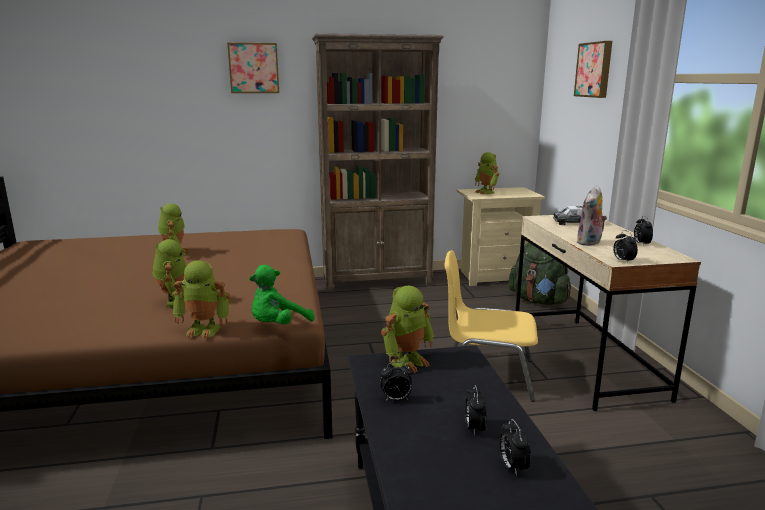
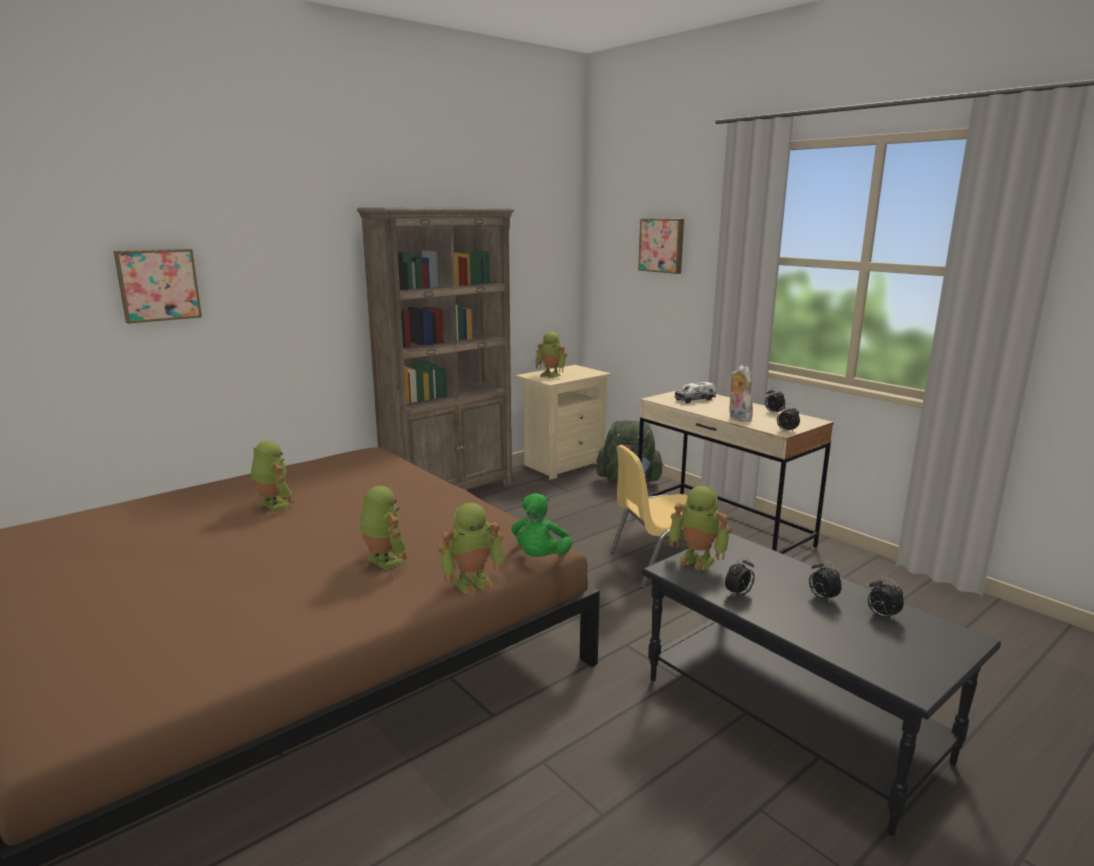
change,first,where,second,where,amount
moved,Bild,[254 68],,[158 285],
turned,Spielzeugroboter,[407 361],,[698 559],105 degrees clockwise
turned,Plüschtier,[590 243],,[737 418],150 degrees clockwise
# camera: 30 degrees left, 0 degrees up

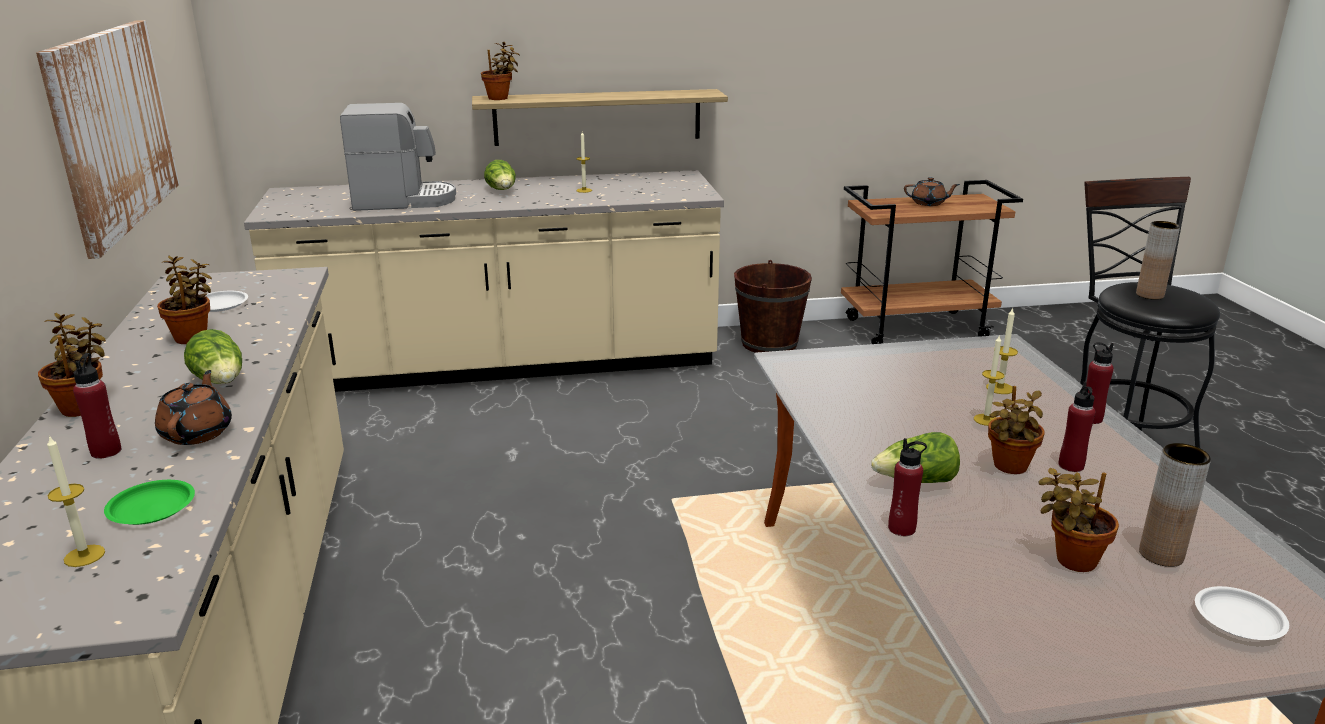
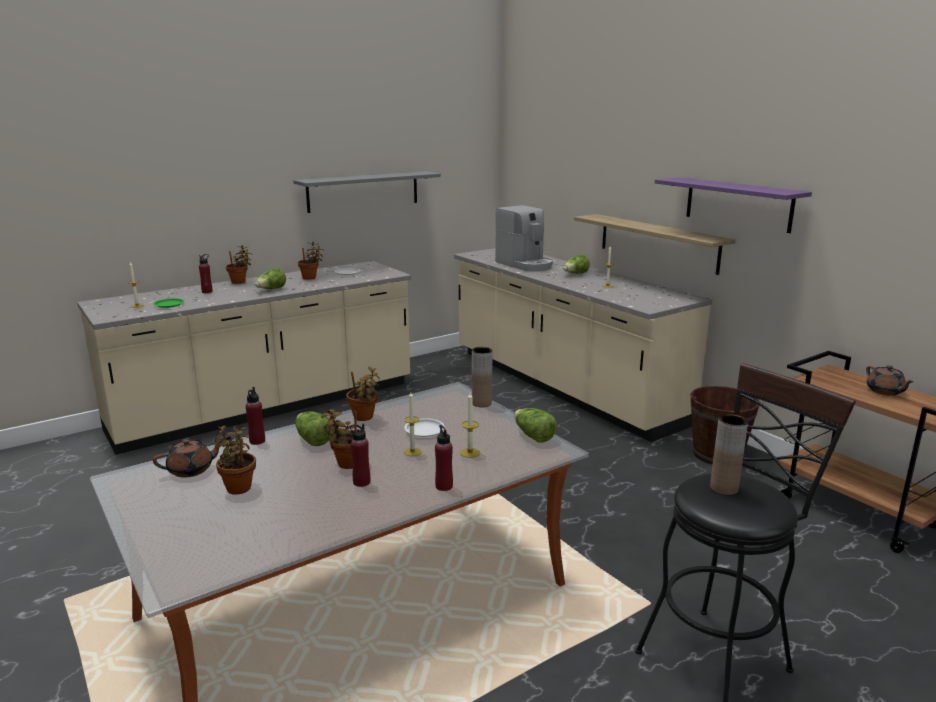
change,first,where,second,where,amount
replaced,Bild,[113 129],Wandregal/grau,[363 191],
moved,Teekanne/braun,[198 432],,[191 470],
moved,Topfpflanze,[500 98],,[364 418],
moved,Vase/braun,[1161 555],,[481 403],
moved,Teller/weiß,[1239 618],,[424 430],
added,,,Salatkopf,[533 436],
added,,,Wandregal/lila,[738 204],
# camera: 65 degrees right, 5 degrees down

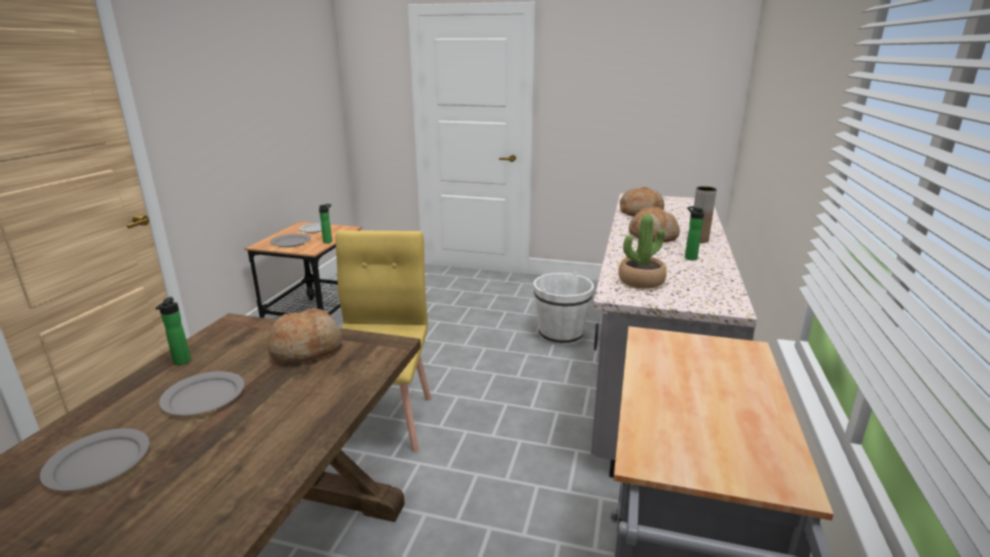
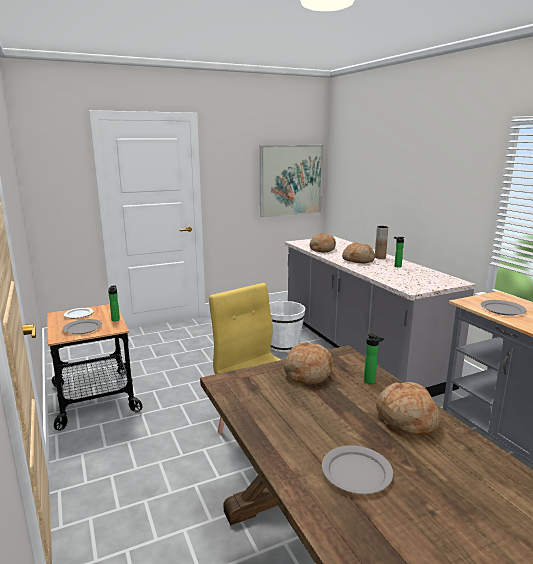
change,first,where,second,where,amount
moved,Flasche,[181 362],,[371 382],
moved,Teller/grau,[203 397],,[502 309],
removed,Topfpflanze,[641 281],,,
added,,,Bild,[290 180],
added,,,Brot,[406 419],
# camera: 40 degrees left, 5 degrees down

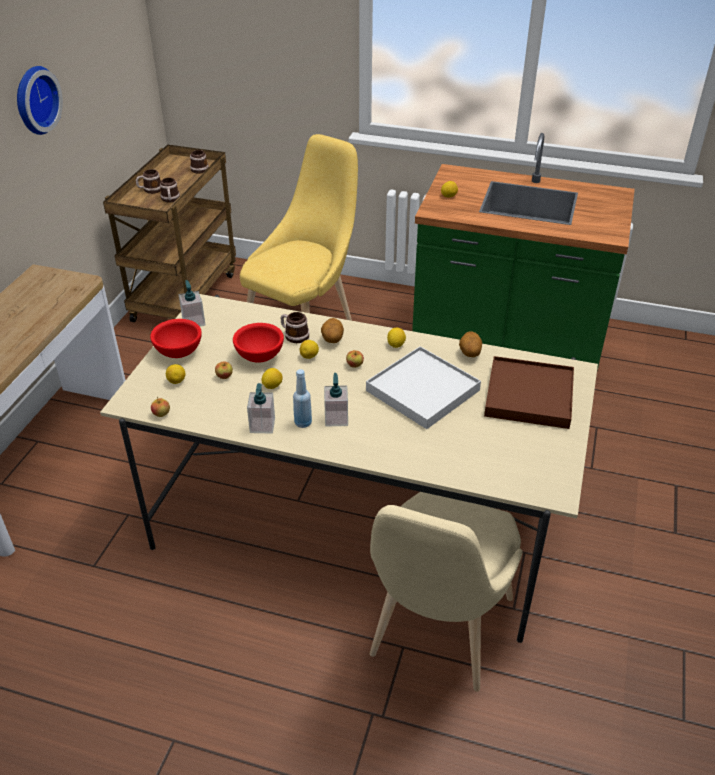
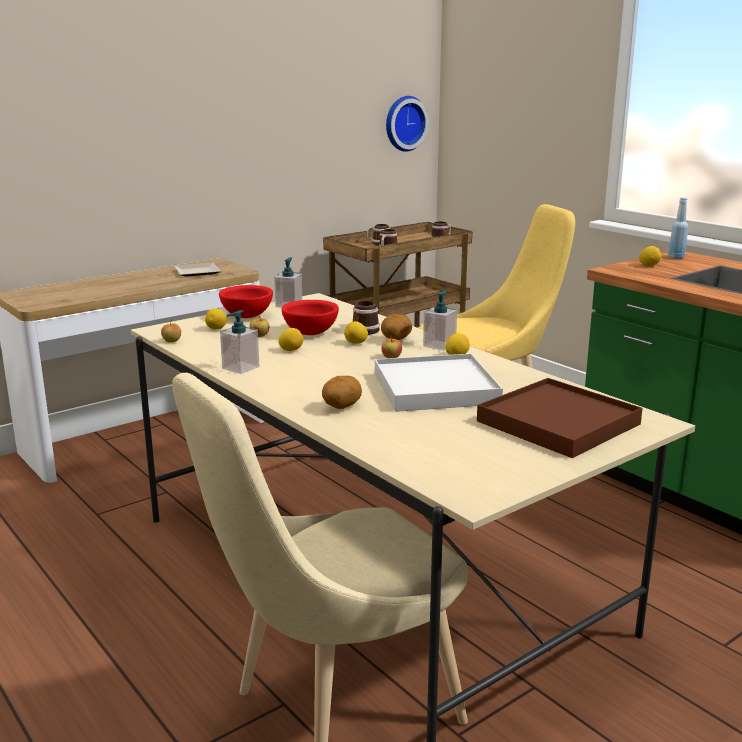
change,first,where,second,where,amount
moved,Wanduhr,[34 100],,[404 123],
moved,Flasche/blau,[303 423],,[676 257],
moved,Seifenspender,[336 418],,[439 345],
moved,Kartoffel,[469 353],,[341 407],
added,,,Teller,[199 272],
# camera: 35 degrees right, 20 degrees down

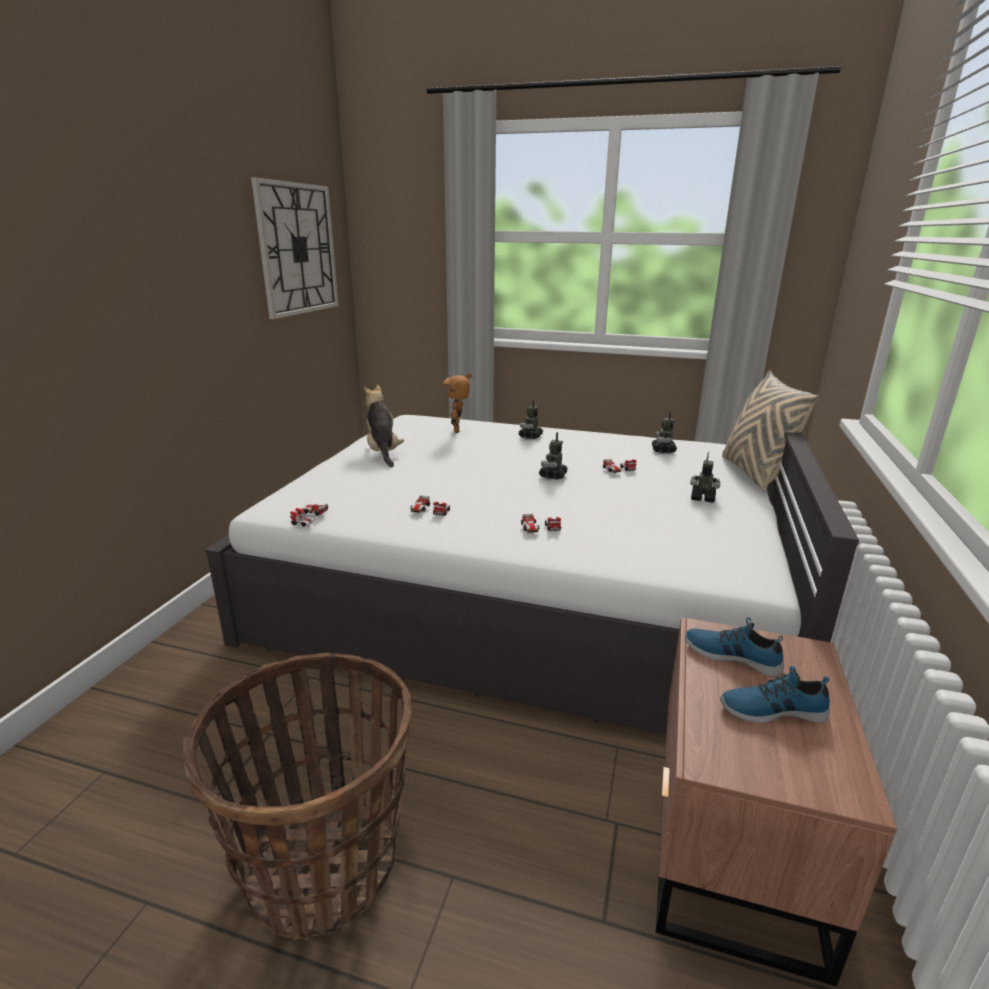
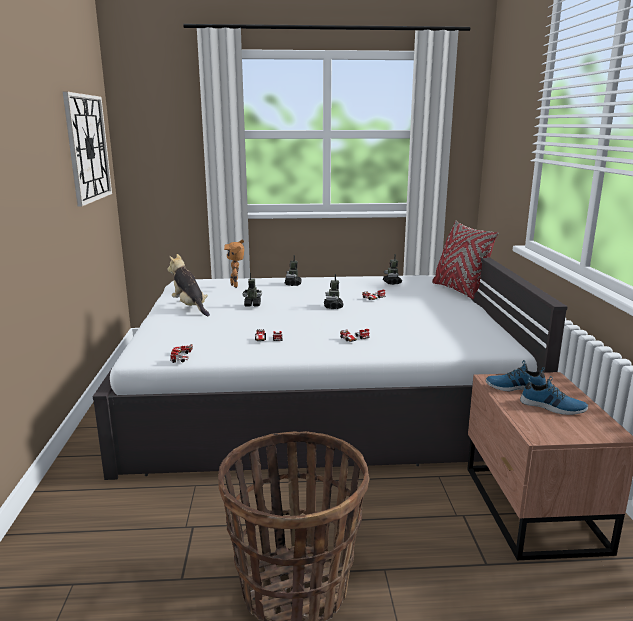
change,first,where,second,where,amount
moved,Spielzeugroboter,[702 498],,[252 305],
turned,Schuh,[772 709],,[552 407],135 degrees counterclockwise
recoloured,Kissen/beige,[754 473],Kissen/rot,[459 290],
# camera: 20 degrees left, 5 degrees down

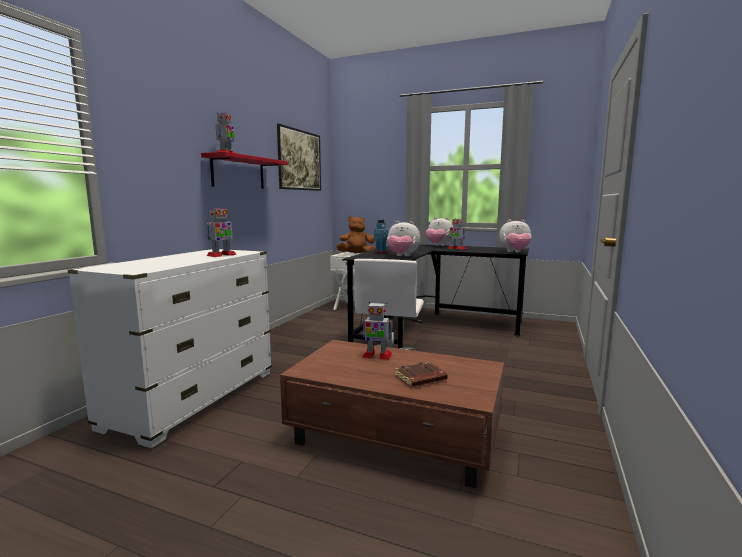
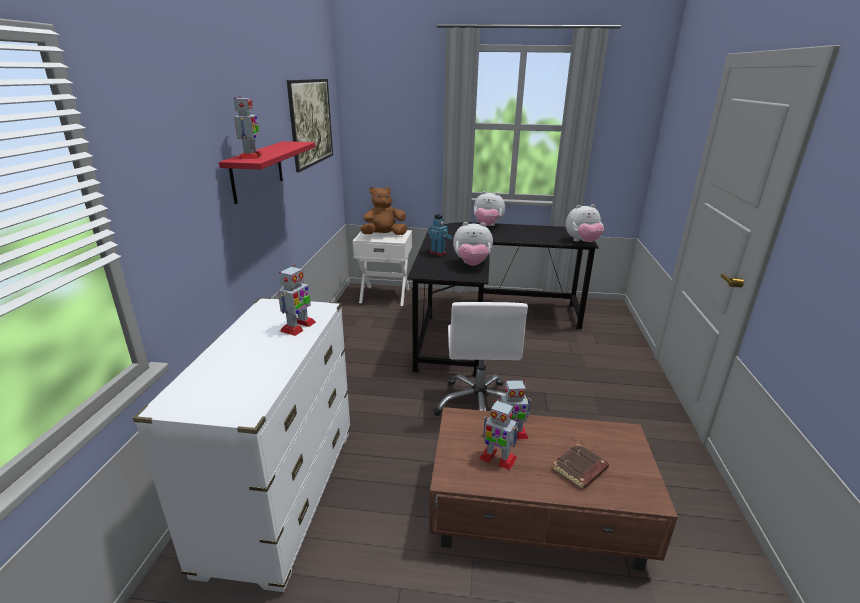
change,first,where,second,where,amount
moved,Spielzeugroboter,[456 248],,[497 458],
# camera: 15 degrees left, 15 degrees up

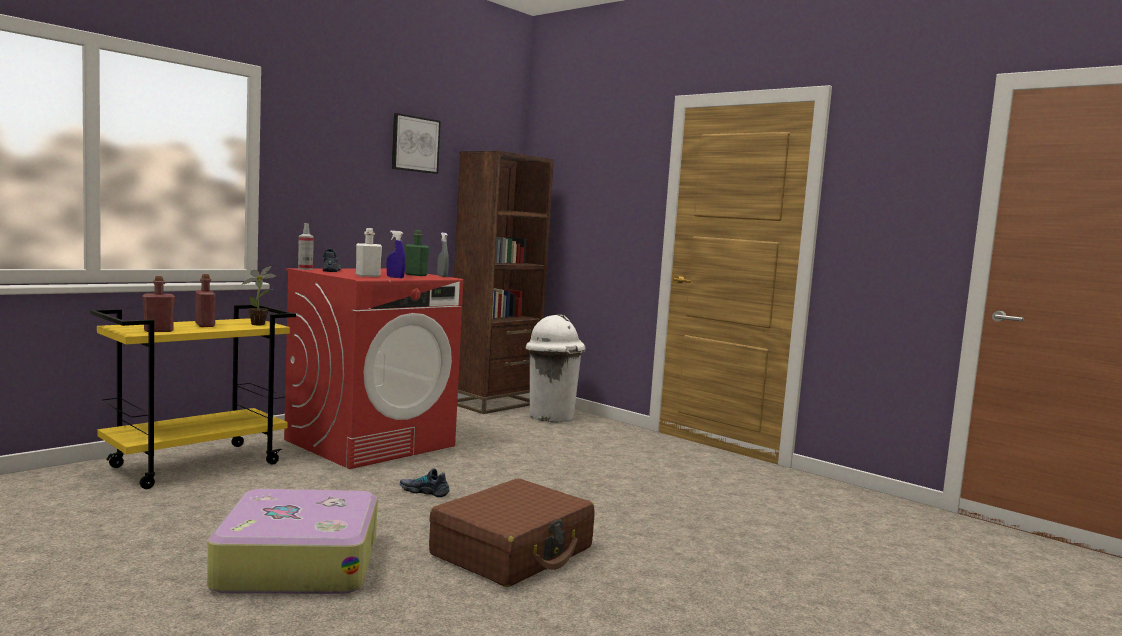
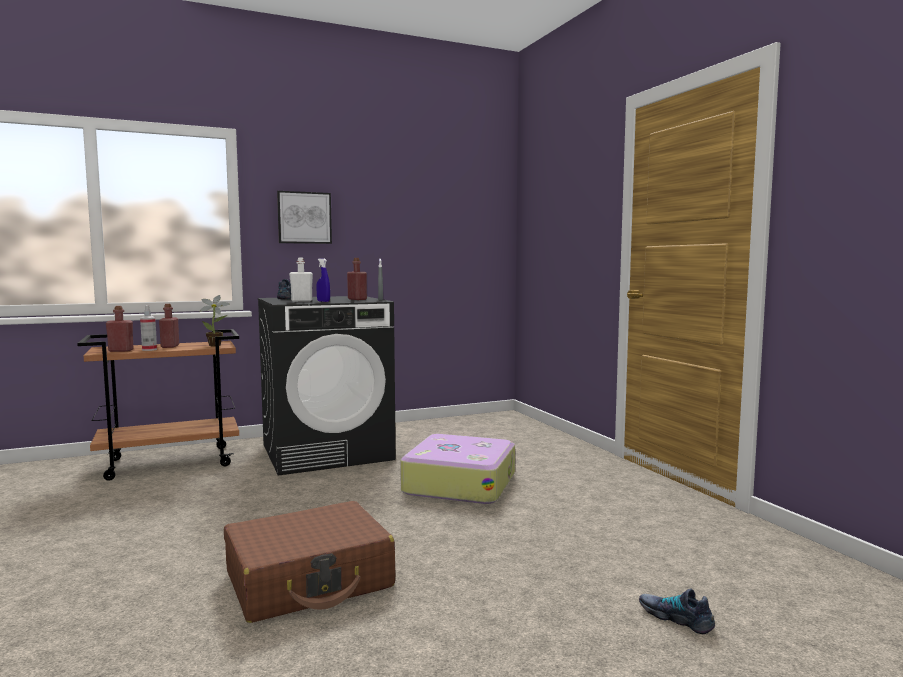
change,first,where,second,where,amount
recoloured,Rollwagen/gelb,[197 465],Rollwagen/braun,[171 462],
moved,Koffer,[297 562],,[459 483],
recoloured,Waschmaschine/rot,[371 443],Waschmaschine/schwarz,[327 452],
moved,Sprühflasche,[305 269],,[149 349],
moved,Bild,[415 144],,[304 218],
moved,Schuh,[424 491],,[676 618],
recoloured,Flasche/grün,[416 275],Flasche/rot,[357 299],
removed,Bücherregal/braun,[493 403],,,
removed,Mülleimer/weiß,[551 417],,,
# camera: 25 degrees right, 0 degrees up

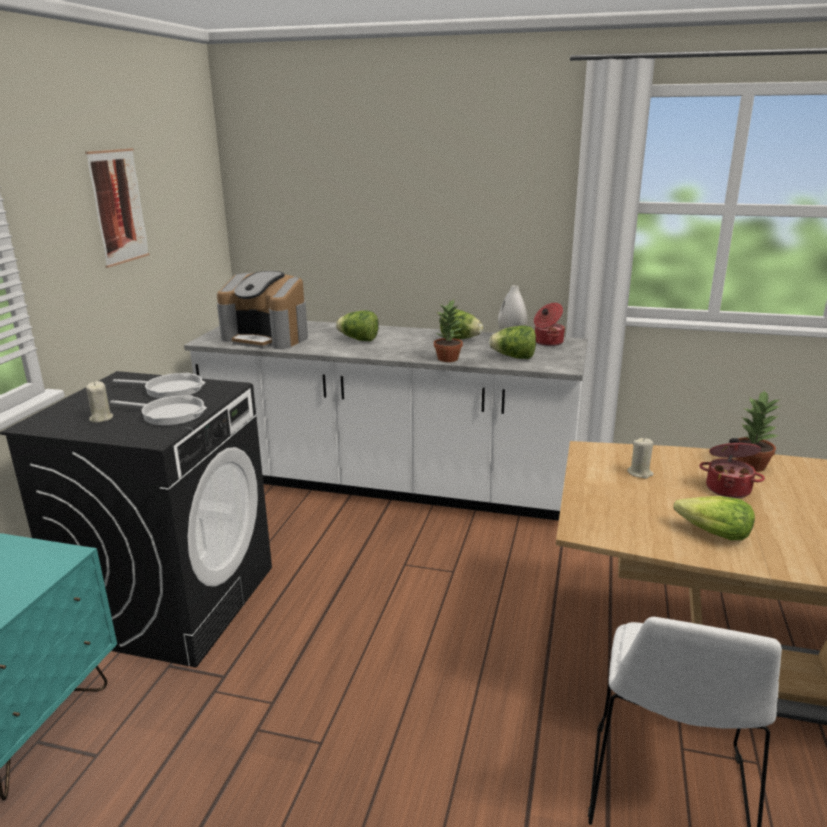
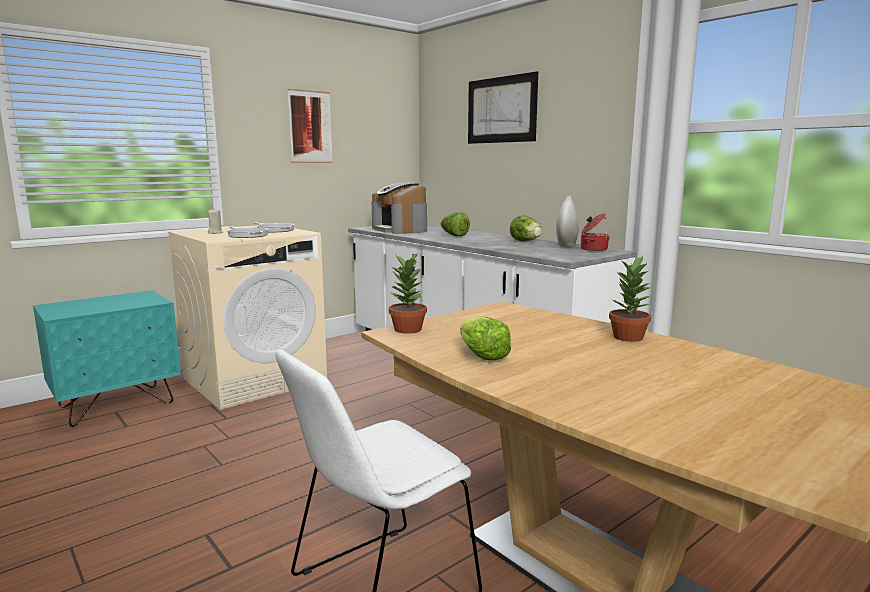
change,first,where,second,where,amount
recoloured,Waschmaschine/schwarz,[173 601],Waschmaschine/beige,[255 379],
moved,Topfpflanze,[448 359],,[408 329],
removed,Salatkopf,[514 357],,,
removed,Kerze/beige,[640 473],,,
removed,Kochtopf,[728 488],,,
added,,,Bild,[501 110],
# camera: 35 degrees right, 10 degrees down

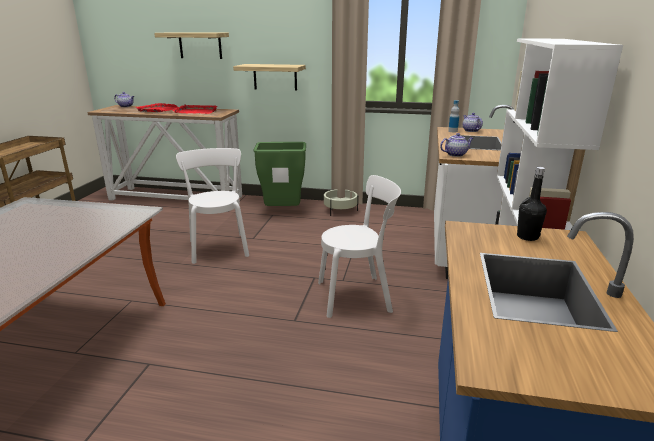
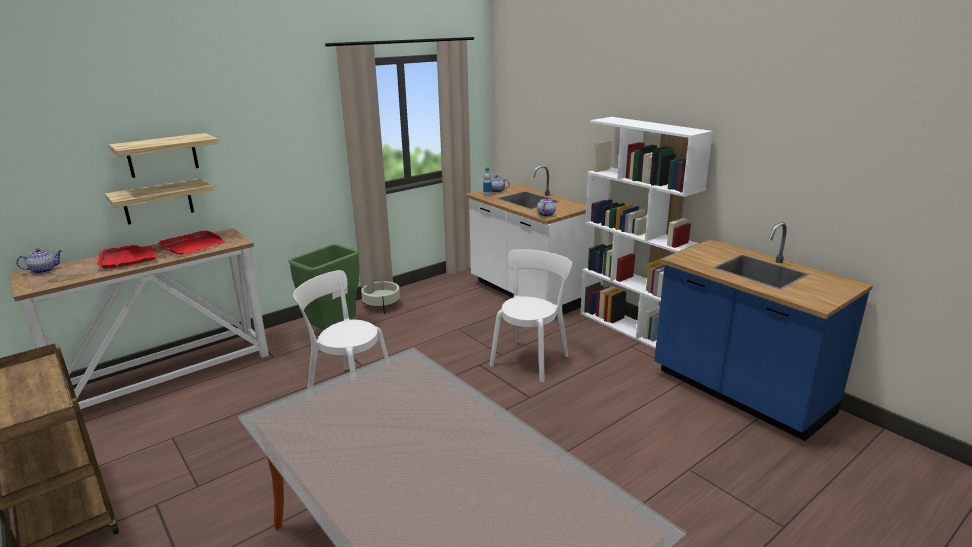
change,first,where,second,where,amount
moved,Wandregal,[275 77],,[158 201],
removed,Flasche/schwarz,[527 237],,,
# camera: 50 degrees left, 0 degrees up

